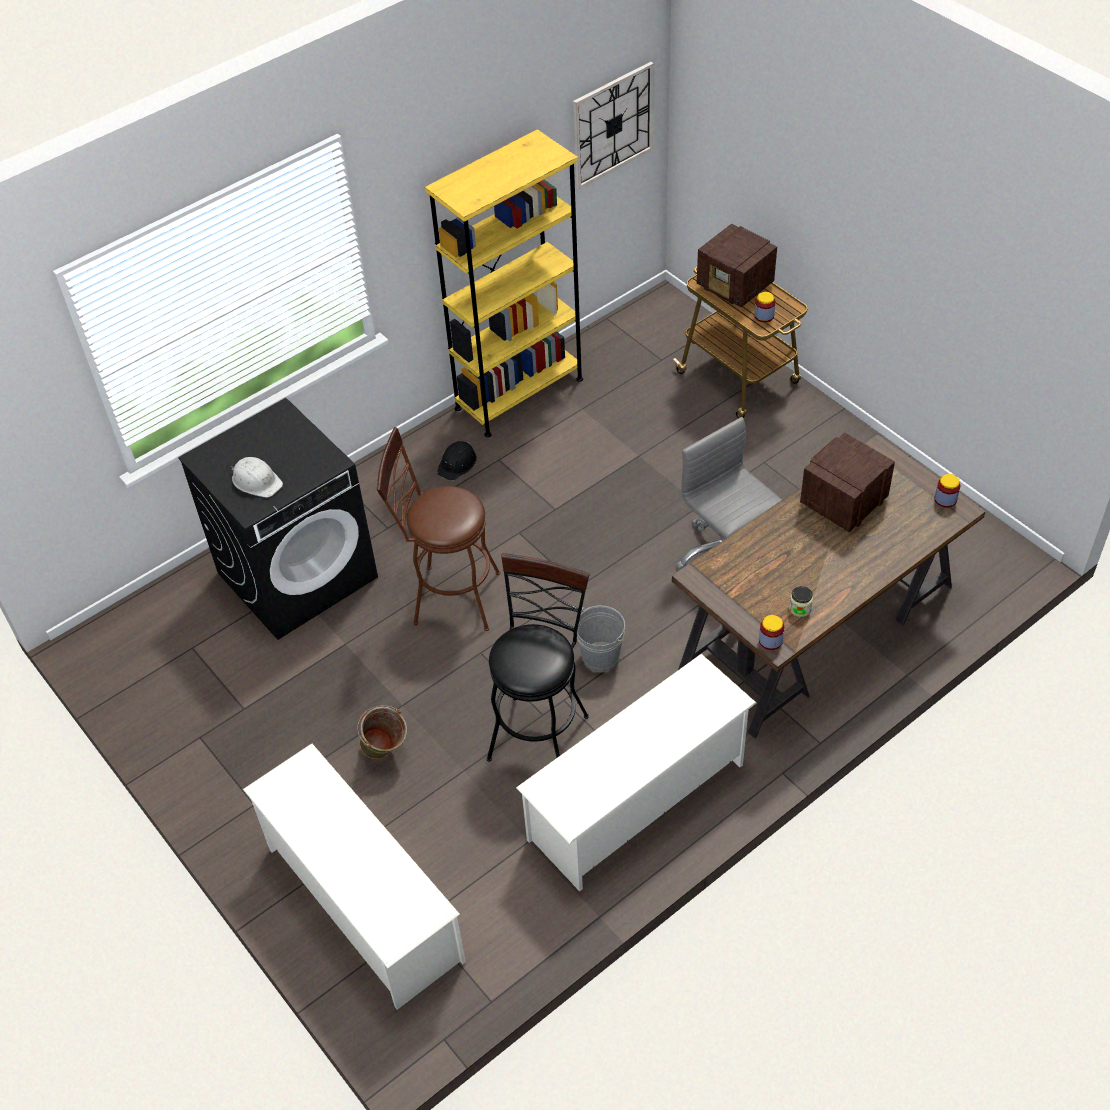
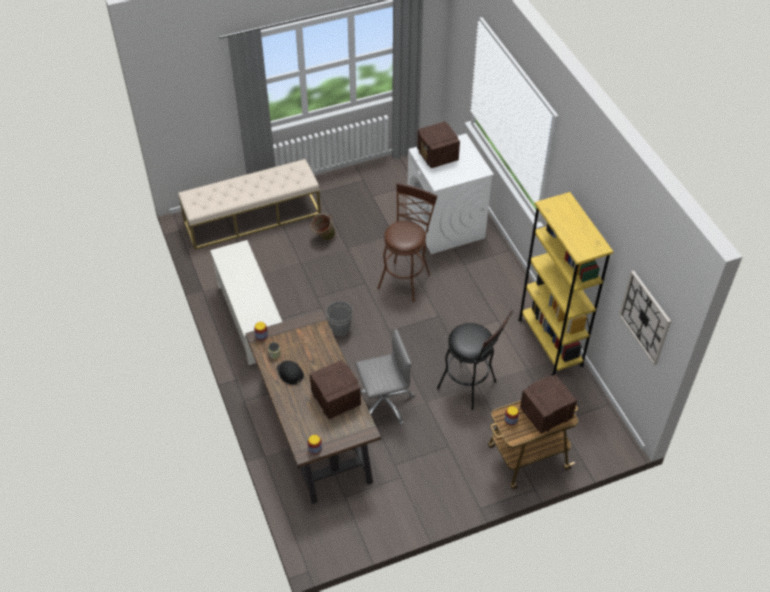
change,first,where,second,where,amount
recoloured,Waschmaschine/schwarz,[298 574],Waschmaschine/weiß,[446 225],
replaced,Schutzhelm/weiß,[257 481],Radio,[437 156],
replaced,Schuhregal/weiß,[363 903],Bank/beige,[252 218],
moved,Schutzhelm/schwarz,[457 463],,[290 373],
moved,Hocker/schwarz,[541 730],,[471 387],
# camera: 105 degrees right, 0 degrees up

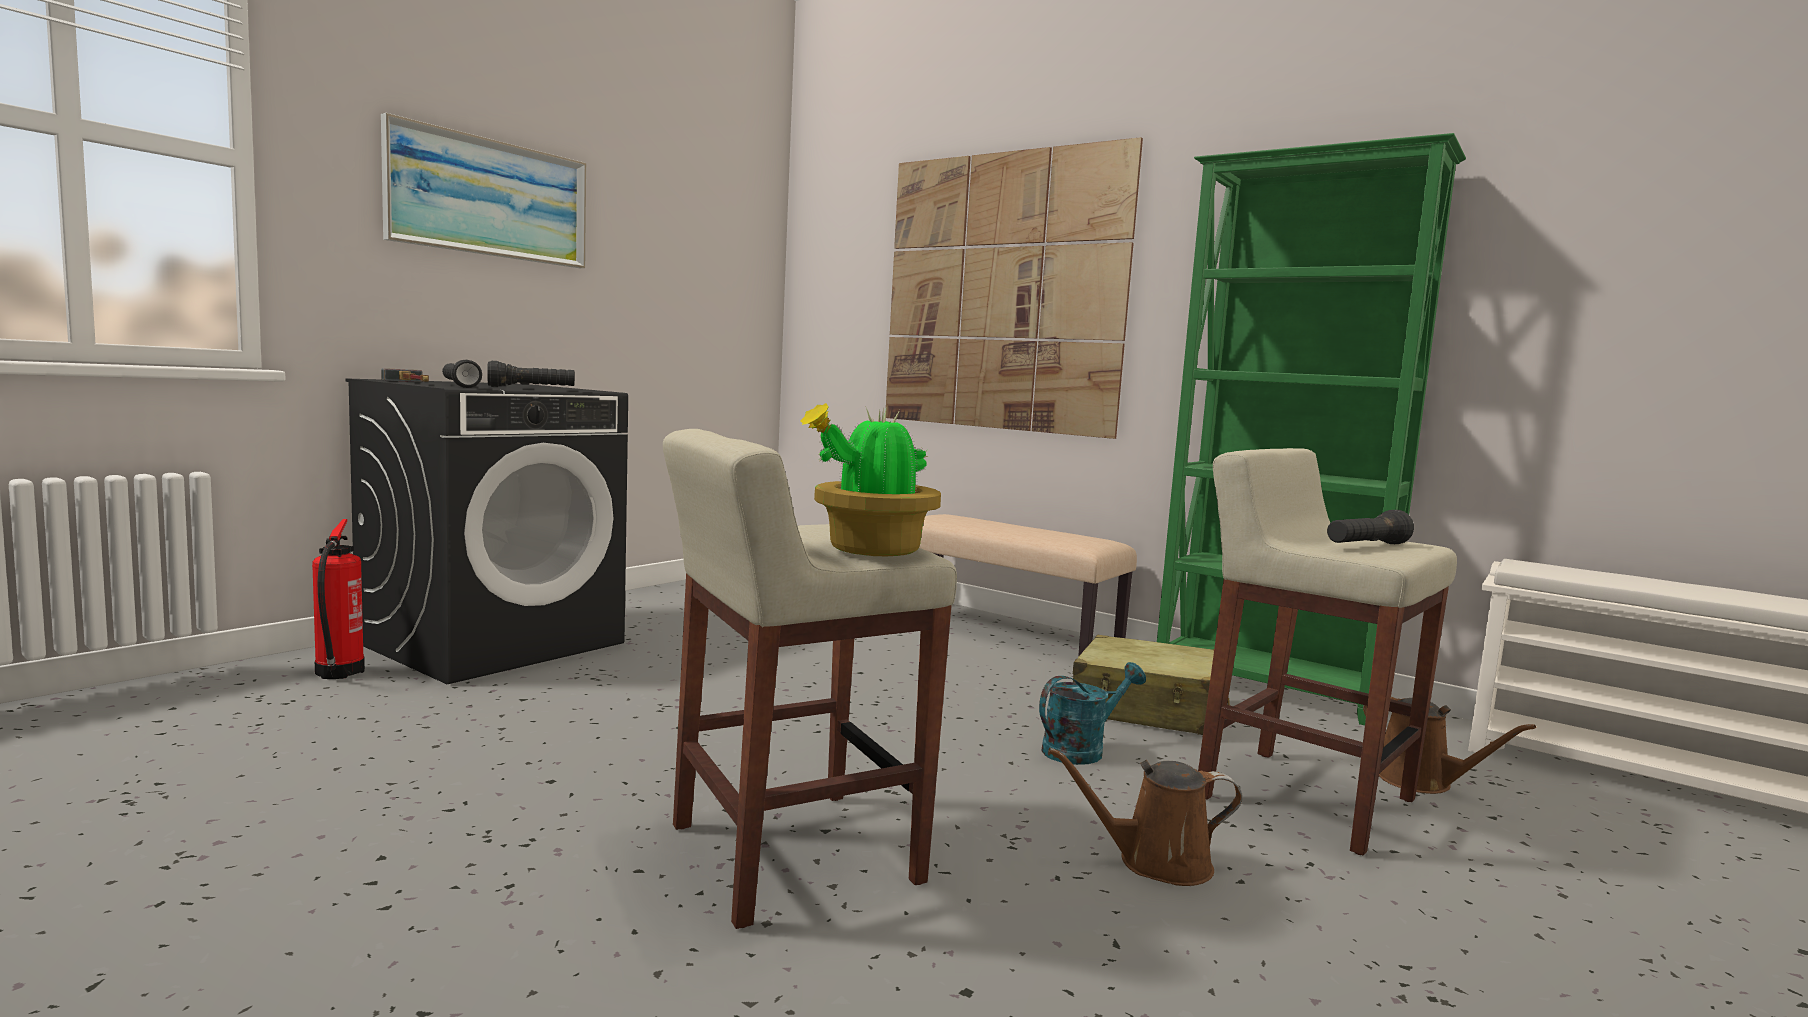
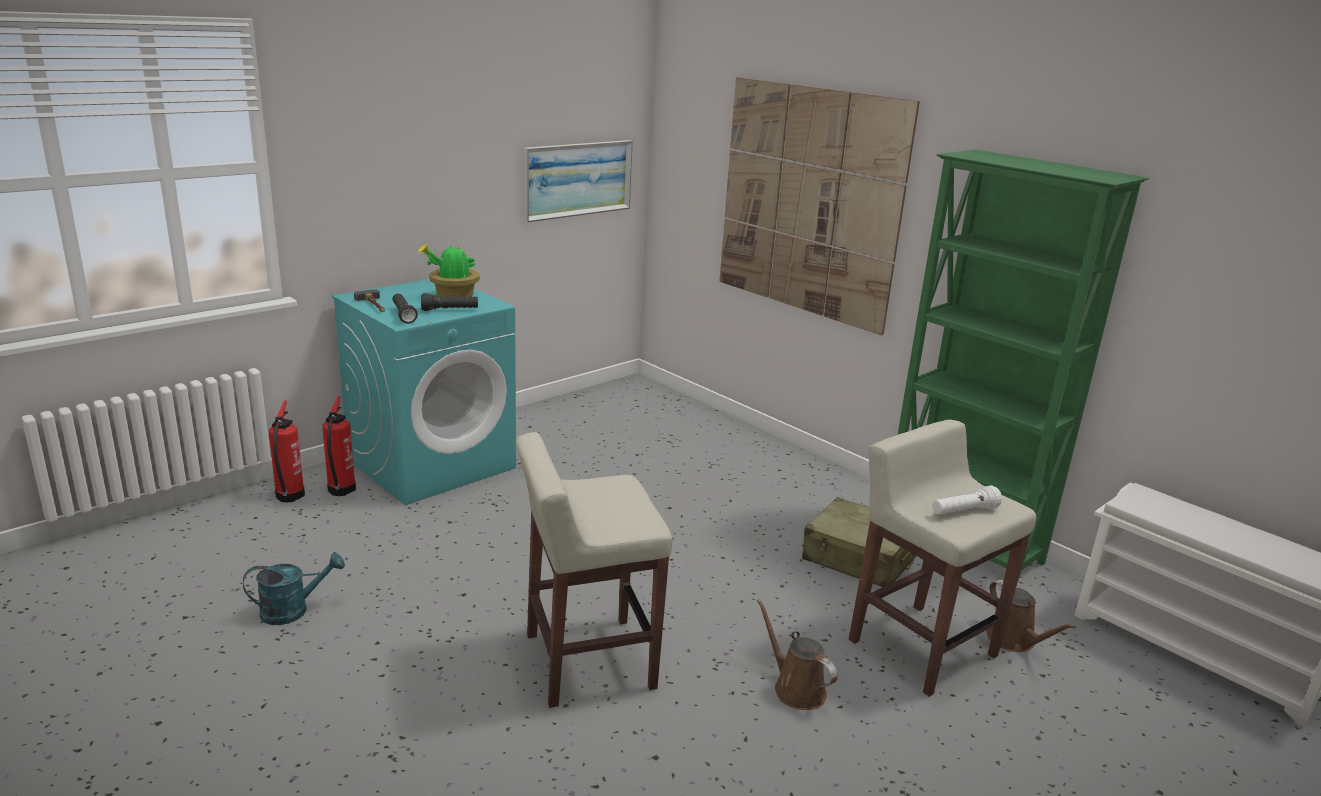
change,first,where,second,where,amount
recoloured,Waschmaschine/schwarz,[494 642],Waschmaschine/türkis,[432 463],
moved,Bild,[490 198],,[577 179],
moved,Topfpflanze,[870 551],,[453 297],
removed,Bank/beige,[1003 630],,,
moved,Gießkanne/türkis,[1081 749],,[293 610],
turned,Gießkanne/braun,[1155 863],,[795 688],45 degrees clockwise
recoloured,Taschenlampe/schwarz,[1366 546],Taschenlampe/weiß,[964 512],
added,,,Feuerlöscher,[289 497],
# camera: 10 degrees right, 15 degrees up

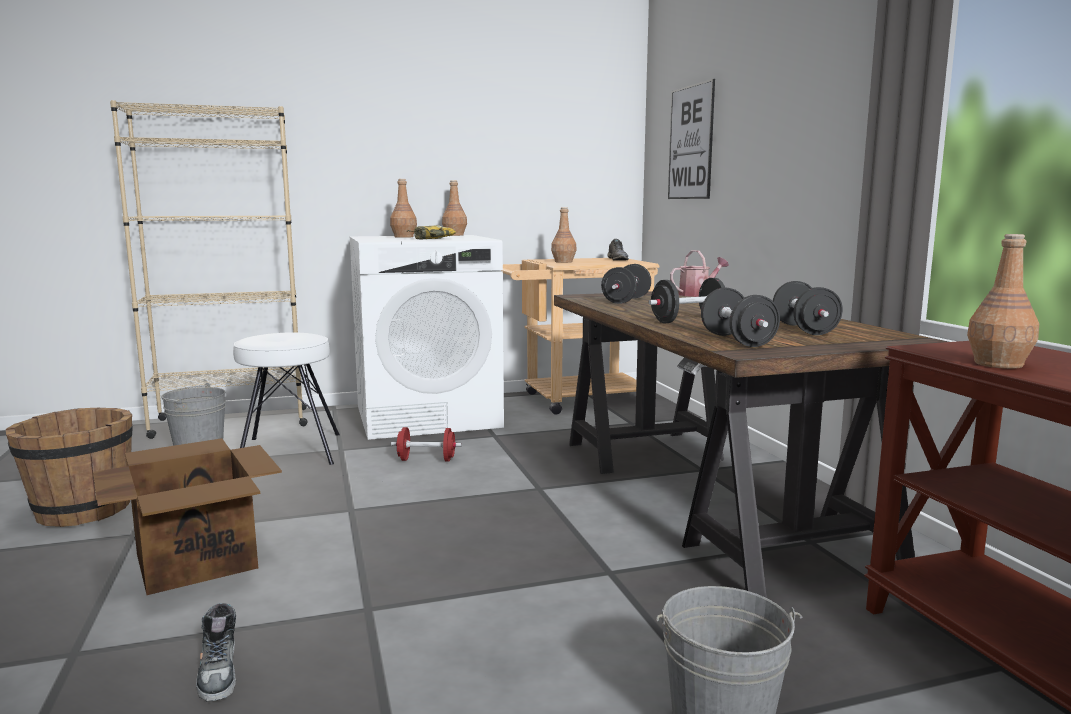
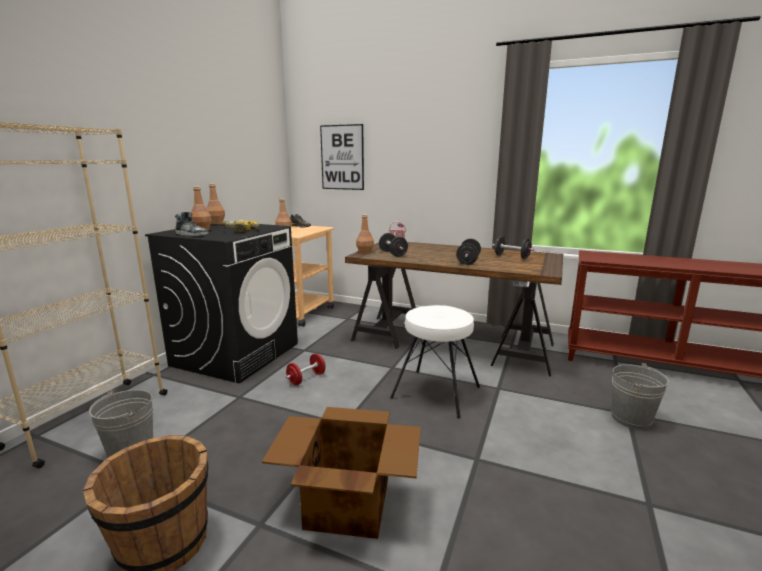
change,first,where,second,where,amount
moved,Schuh,[219 673],,[192 234],
moved,Hocker/weiß,[289 451],,[436 393],
recoloured,Waschmaschine/weiß,[428 416],Waschmaschine/schwarz,[236 354],
removed,Hantel/schwarz,[737 340],,,
moved,Flasche/braun,[997 364],,[364 252],
# camera: 50 degrees left, 5 degrees up

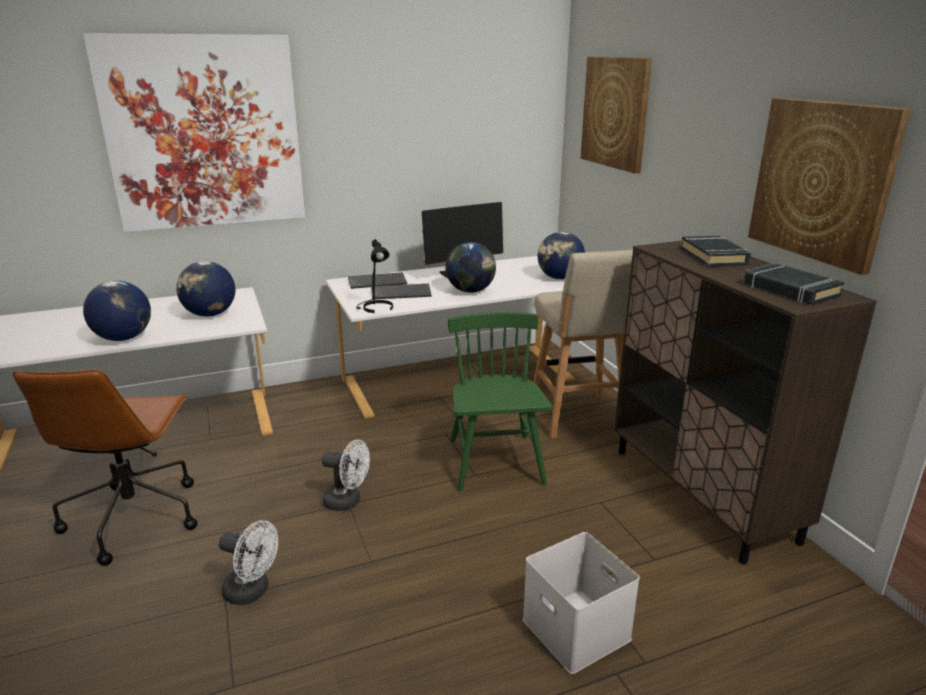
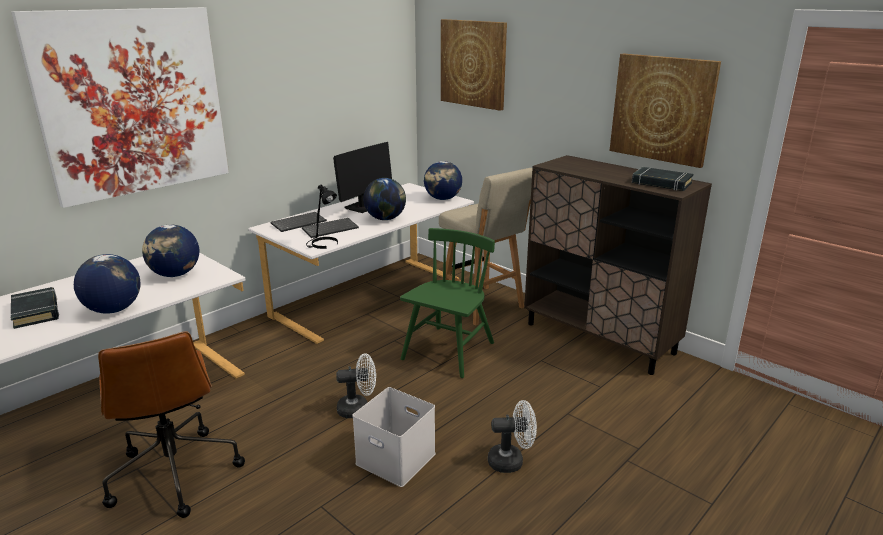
change,first,where,second,where,amount
moved,Ventilator/weiß,[252 591],,[511 461],
turned,Stuhl/grün,[495 462],,[448 351],60 degrees clockwise
moved,Aufbewahrungsbox/weiß,[578 630],,[397 458],
moved,Buch/schwarz,[714 256],,[36 312],
# camera: 25 degrees left, 0 degrees up

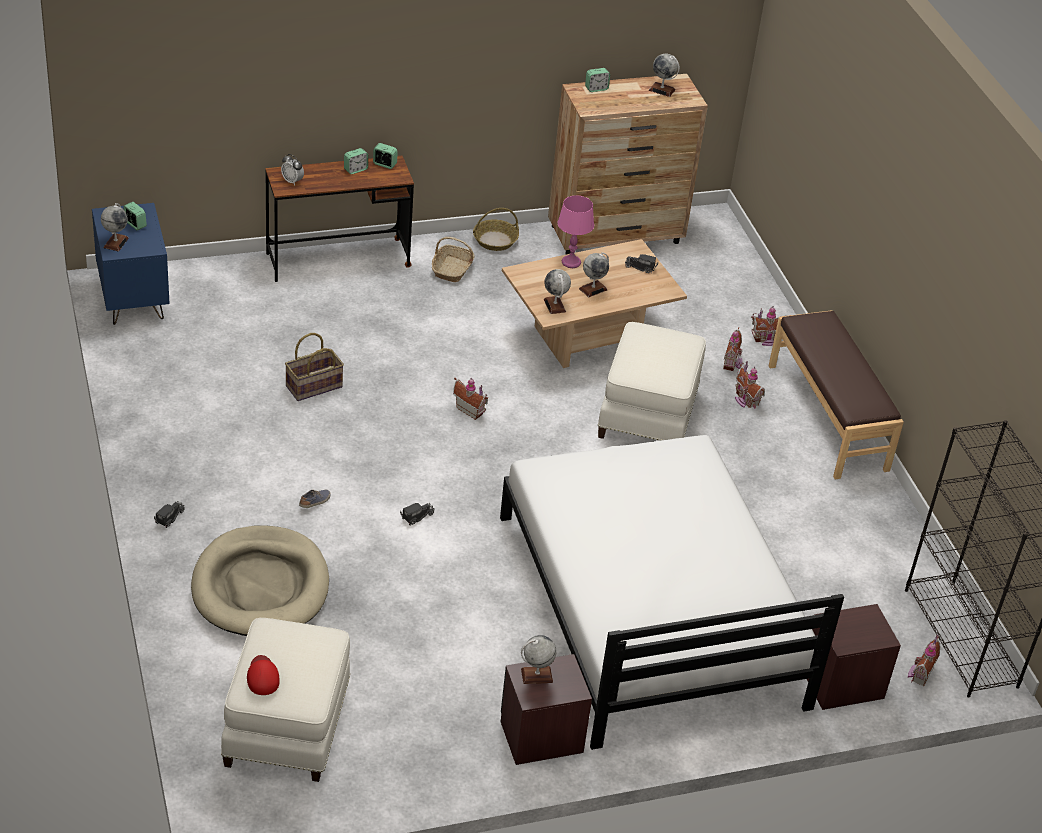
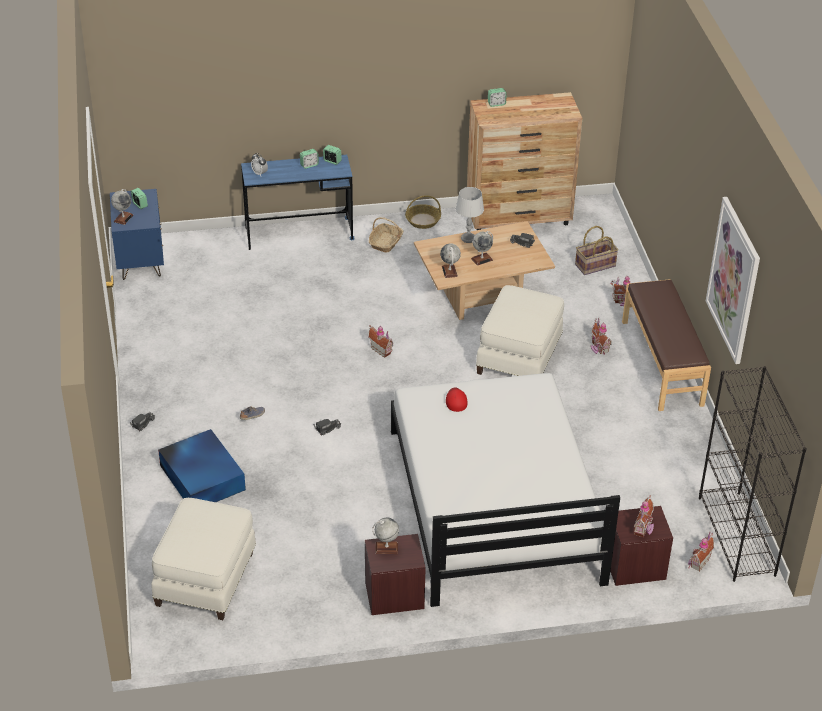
change,first,where,second,where,amount
replaced,Hundebett/beige,[260 586],Aufbewahrungsbox/blau,[202 477],
moved,Kappe/rot,[262 676],,[456 400],
recoloured,Schreibtisch/braun,[338 260],Schreibtisch/blau,[299 234],
moved,Korb,[314 387],,[595 266],
recoloured,Tischlampe/rosa,[571 262],Tischlampe/grau,[468 238],
removed,Globus,[662 90],,,
moved,Spielzeughaus,[732 363],,[644 528],
added,,,Bild,[734 280],
# camera: 10 degrees right, 0 degrees up

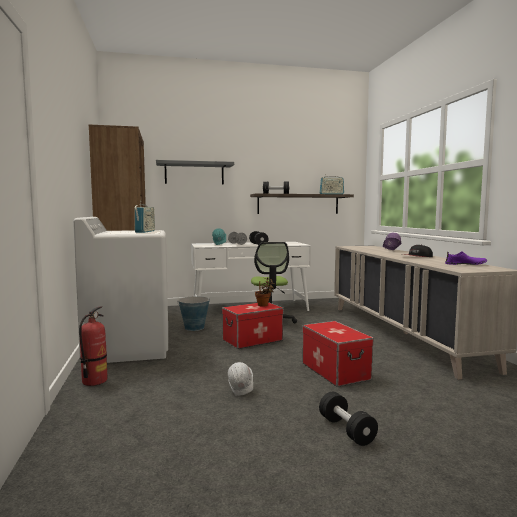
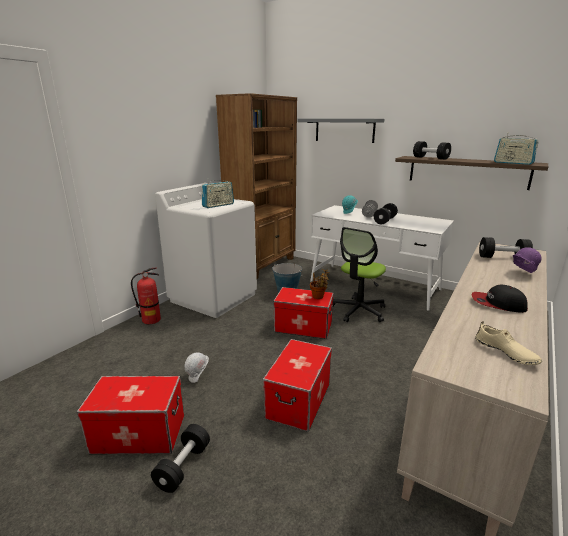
change,first,where,second,where,amount
recoloured,Schuh/lila,[465 264],Schuh/beige,[505 352],
added,,,Aufbewahrungsbox,[139 433],
added,,,Hantel/schwarz,[502 258],
# camera: 45 degrees right, 15 degrees up

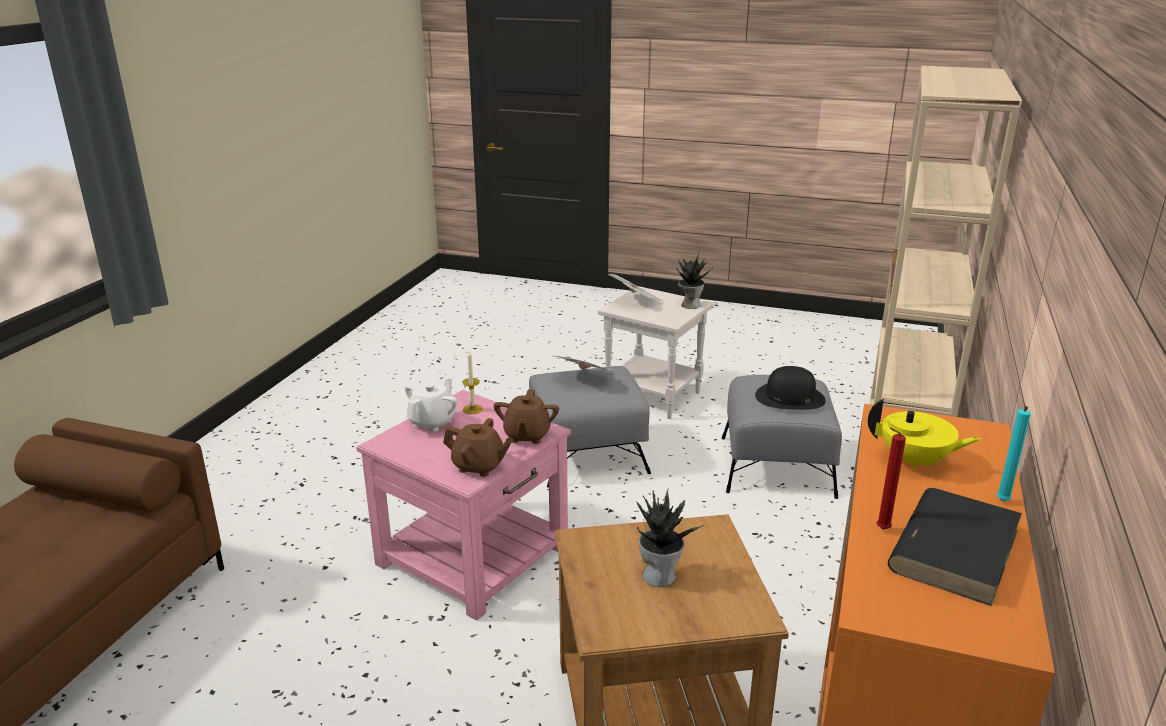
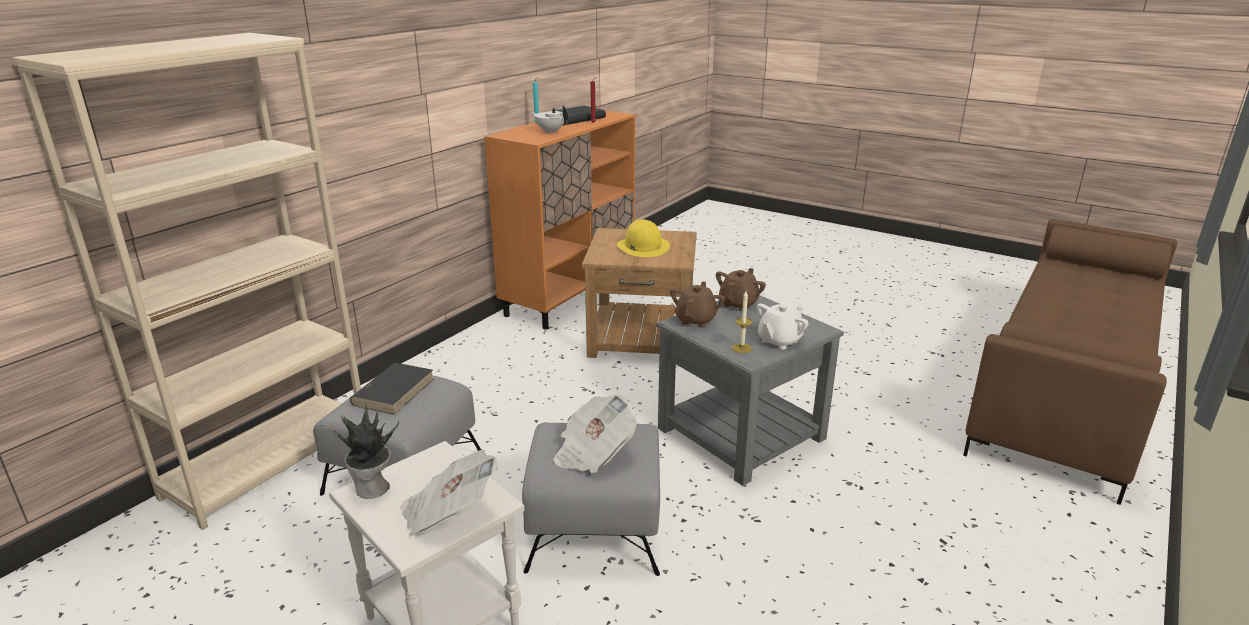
change,first,where,second,where,amount
recoloured,Beistelltisch/rosa,[473 555],Beistelltisch/grau,[740 433],
turned,Teekanne/braun,[479 466],,[738 304],90 degrees clockwise
replaced,Topfpflanze,[660 575],Hut/gelb,[643 246],
replaced,Hut/schwarz,[789 397],Buch/schwarz,[394 391],
recoloured,Teekanne/gelb,[915 462],Teekanne/weiß,[550 131],
# camera: 165 degrees left, 0 degrees up

